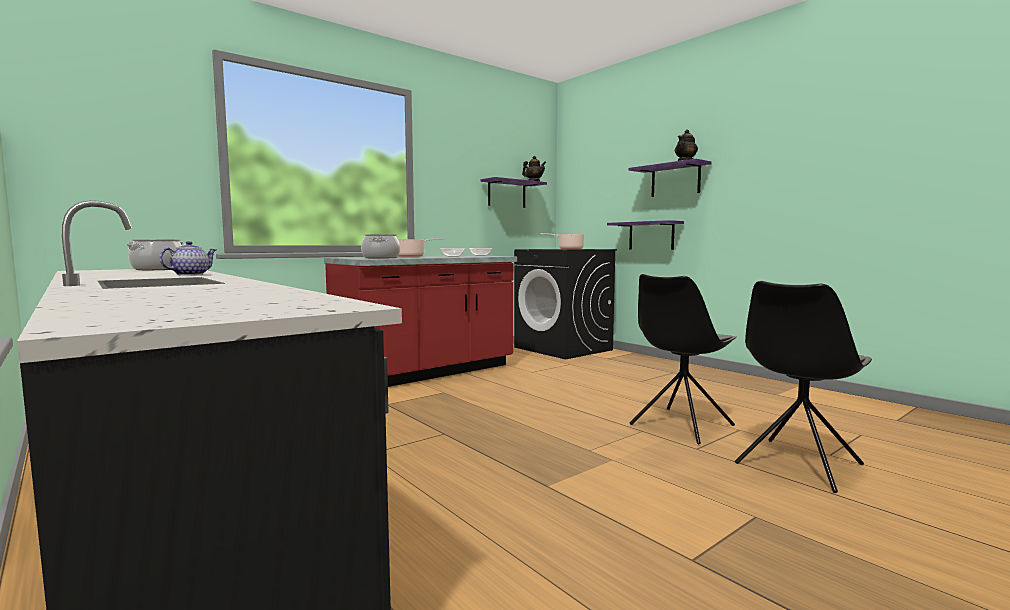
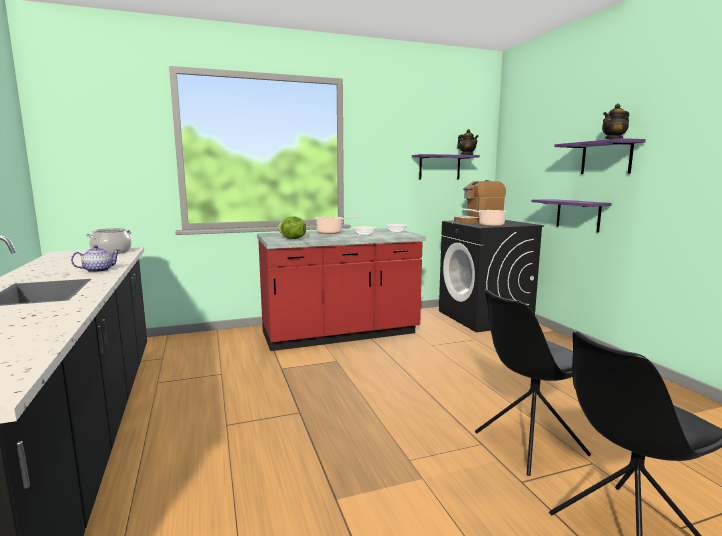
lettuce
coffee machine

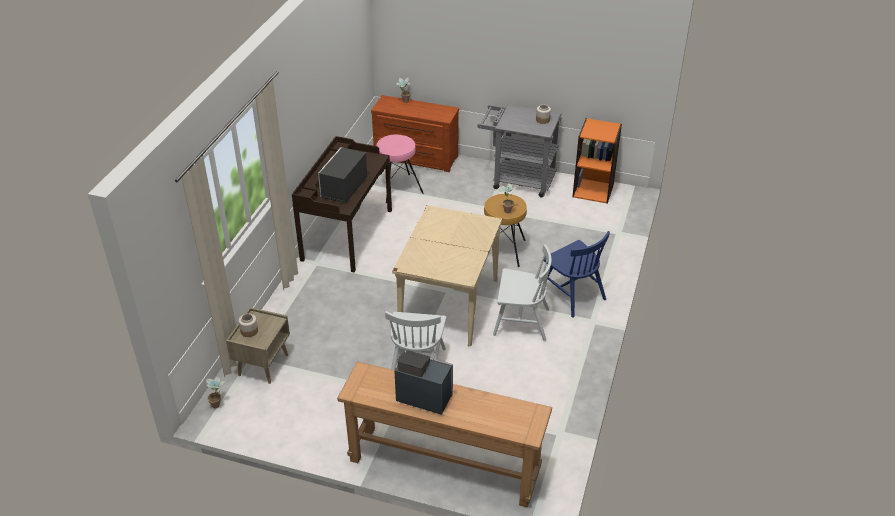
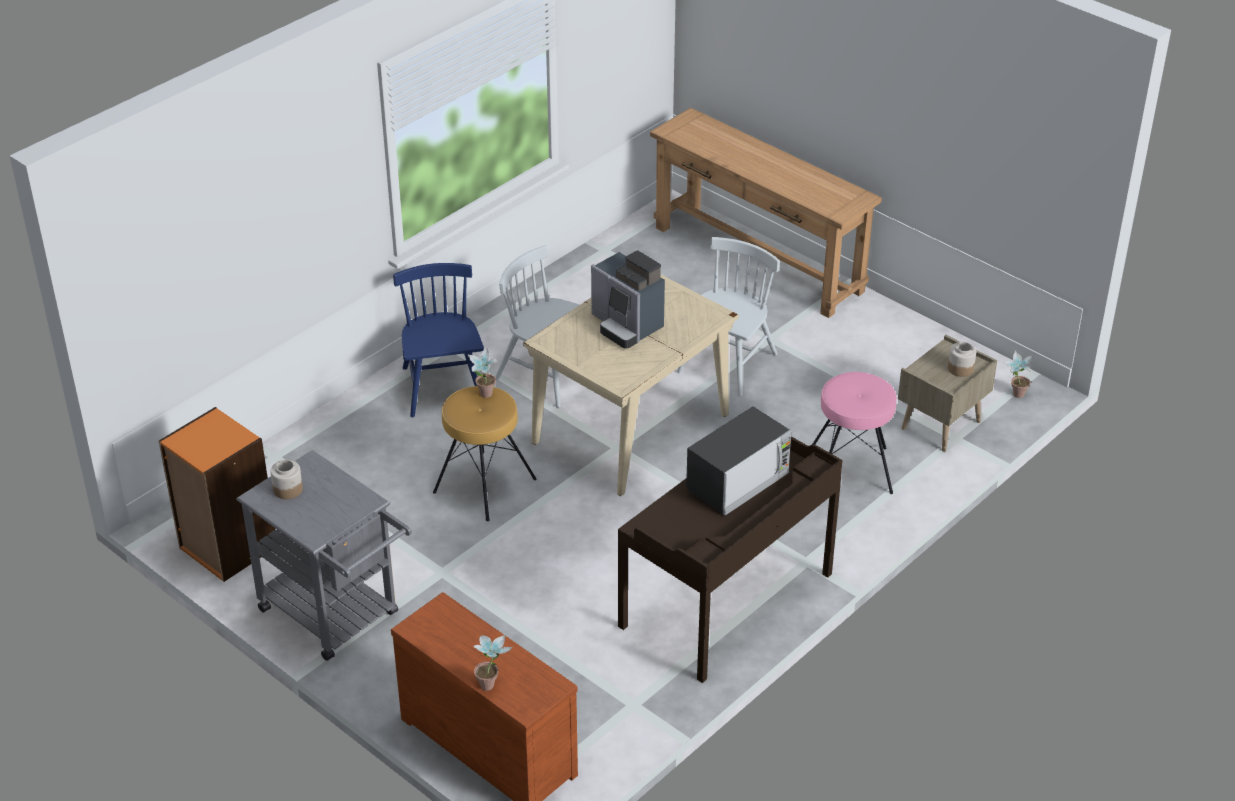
stool (pink)
coffee machine

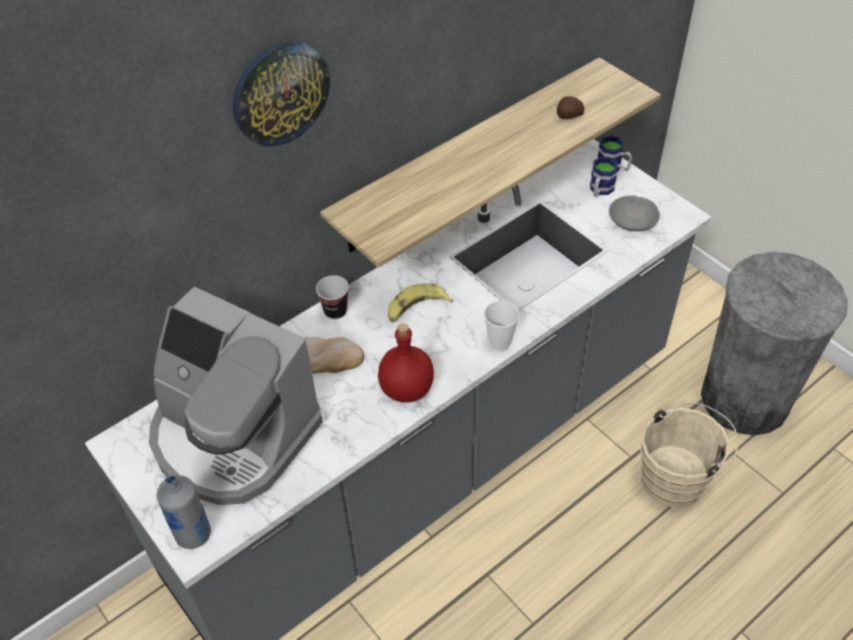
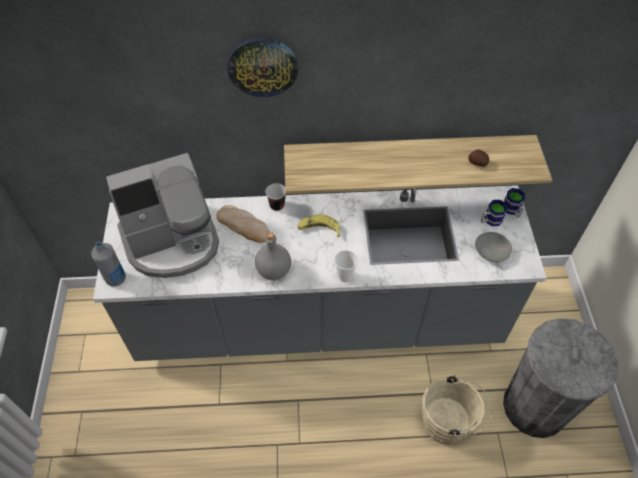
coffee machine
bottle (grey) (2nd from left)

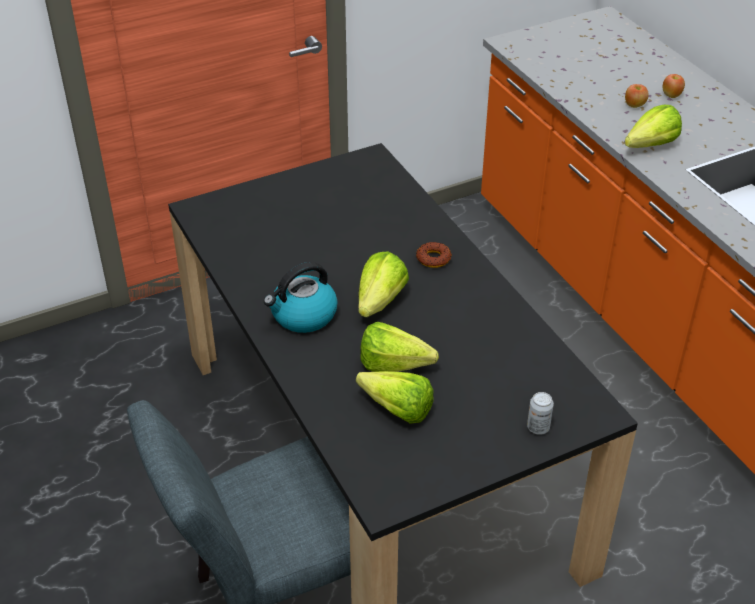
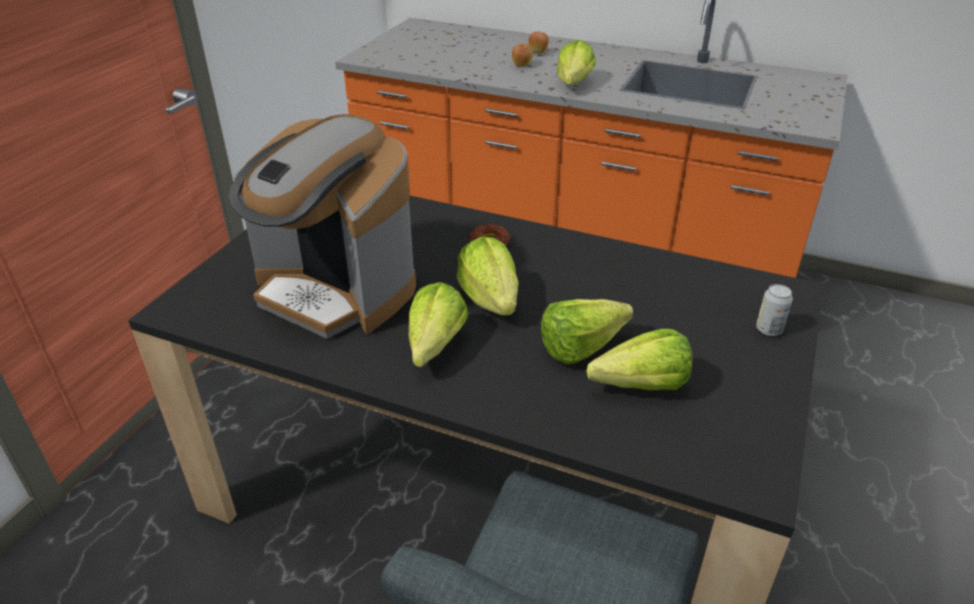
lettuce (1st from left)
coffee machine

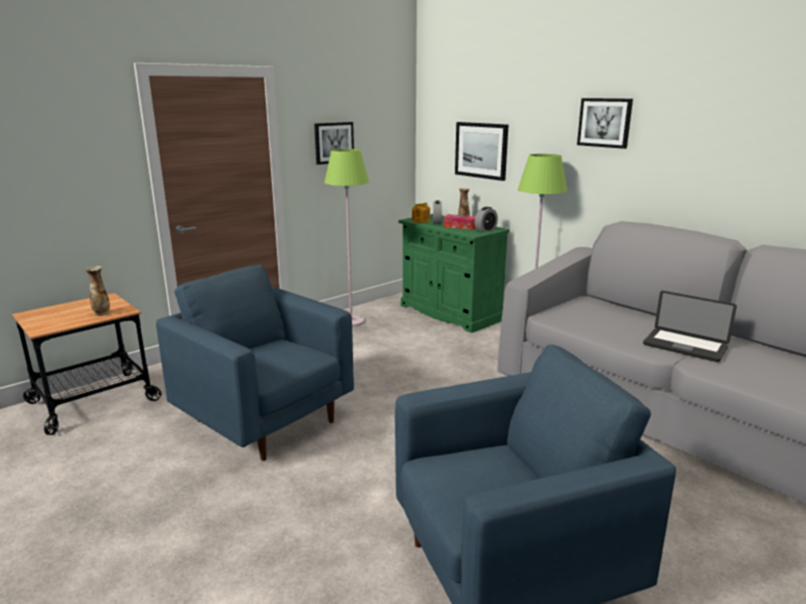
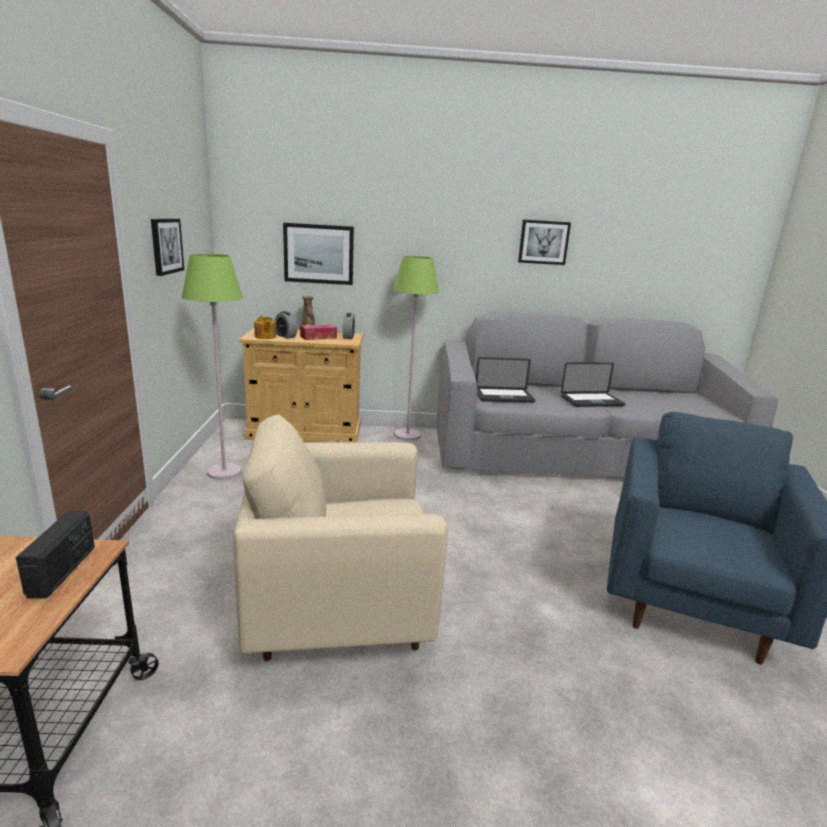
picture (3rd from left)
cabinet (beige)
armchair (beige)
radio
laptop (1st from left)

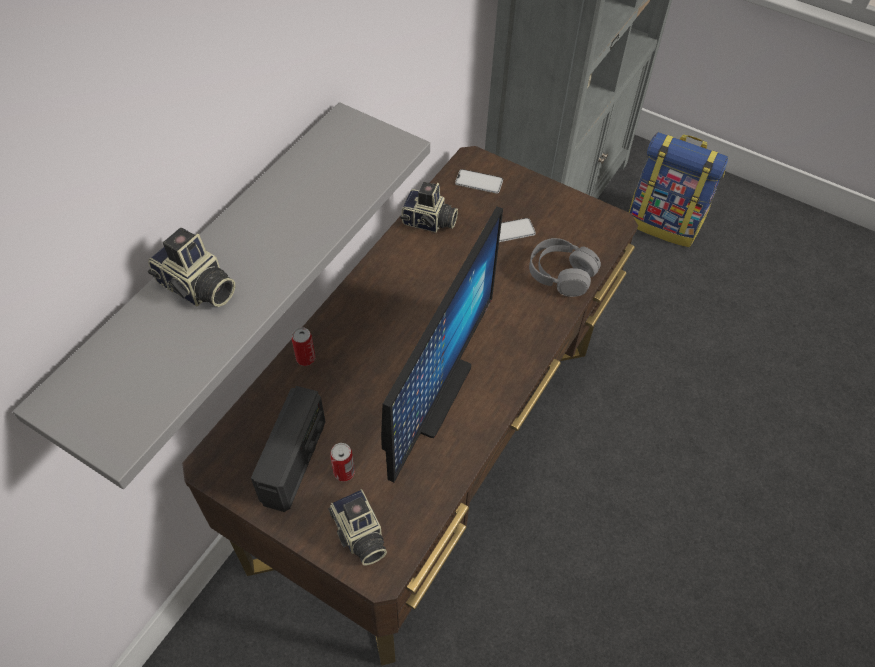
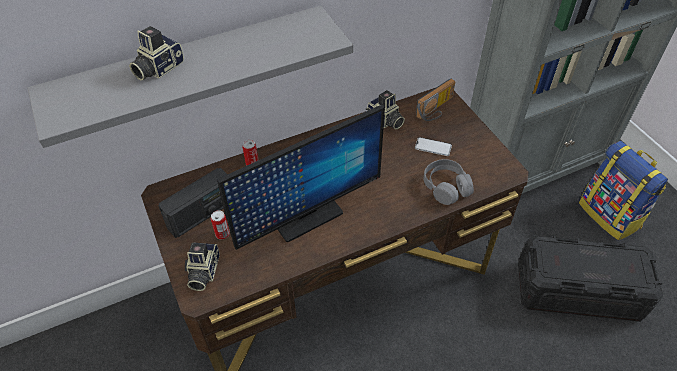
radio (2nd from left)
photo camera (1st from left)
storage box (black)

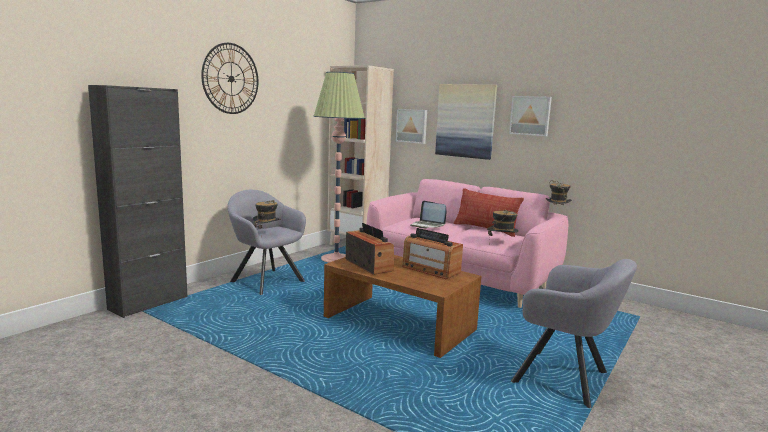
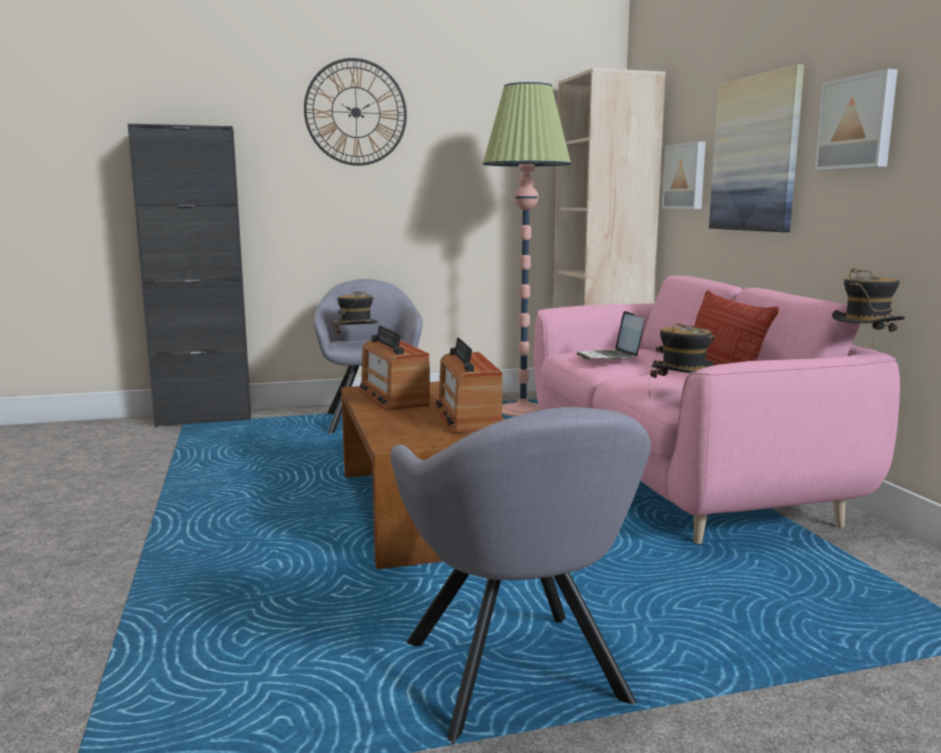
radio (1st from left)

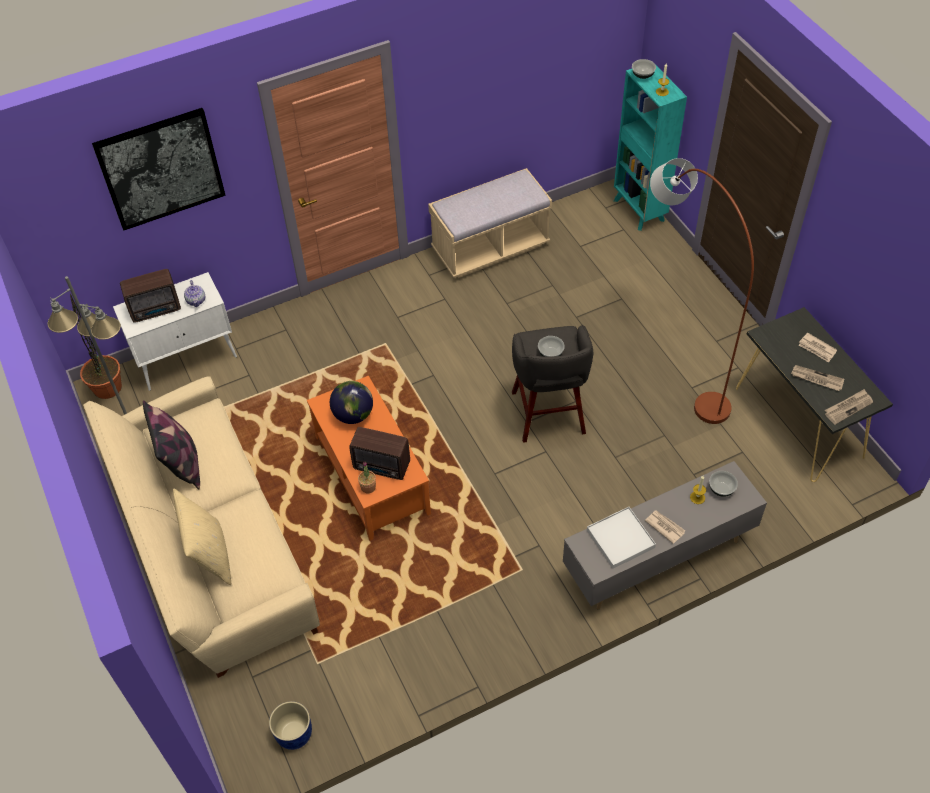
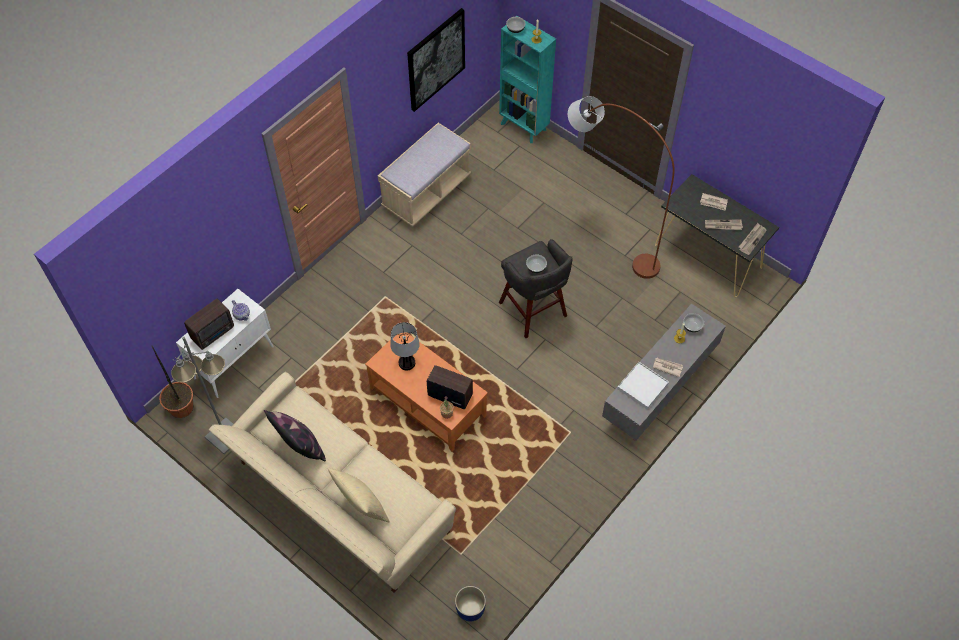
picture
table lamp
radio (2nd from left)

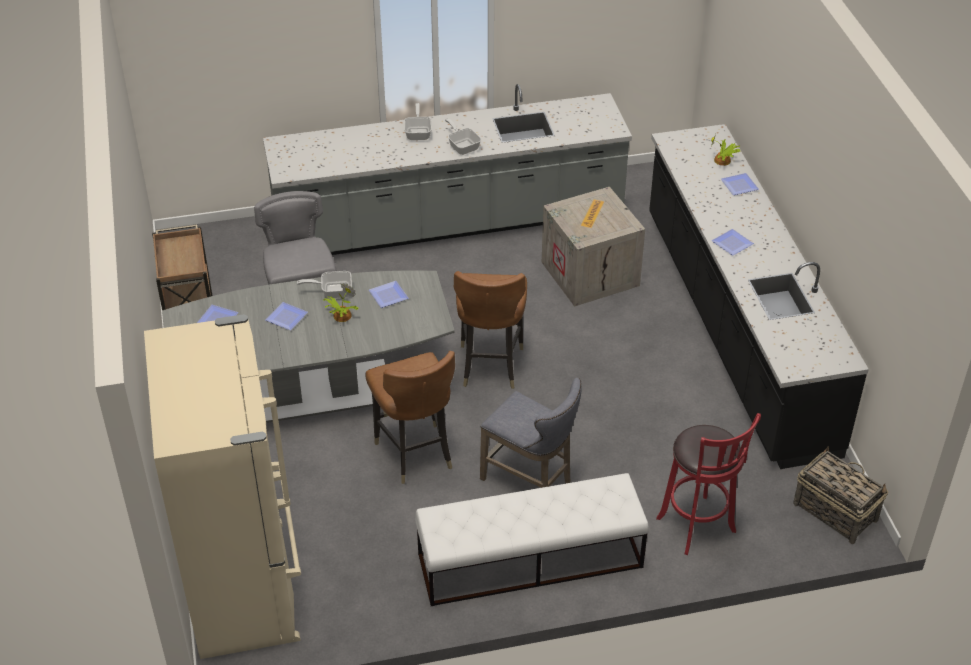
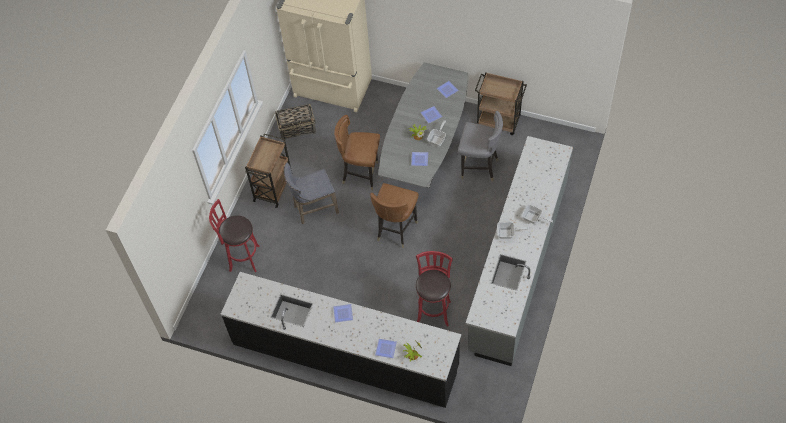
stool (red) (2nd from left)
chair (brown) (2nd from left)
basket
cart (brown) (1st from left)

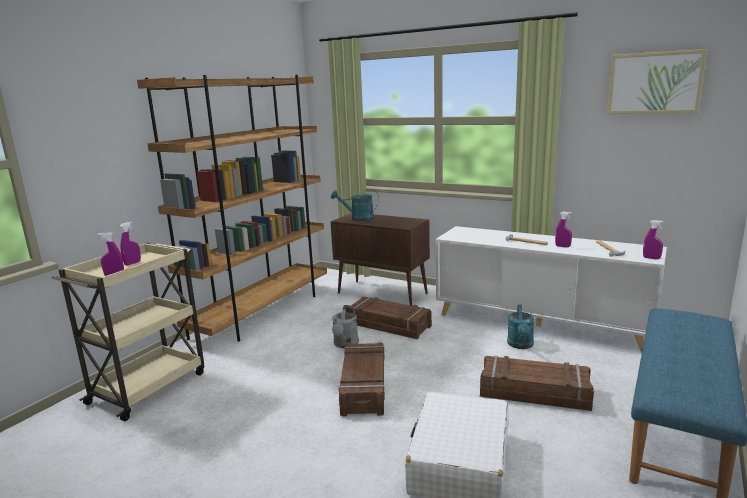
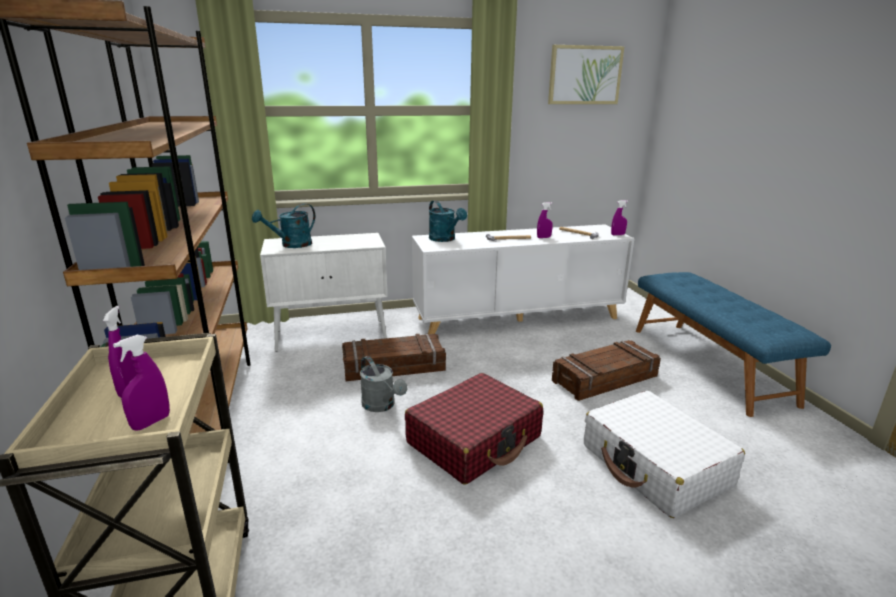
cabinet (white) (1st from left)
watering can (turquoise) (2nd from left)
suitcase (red)

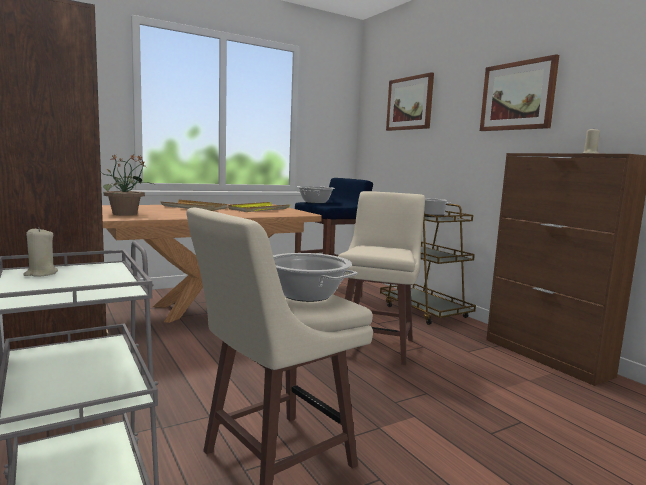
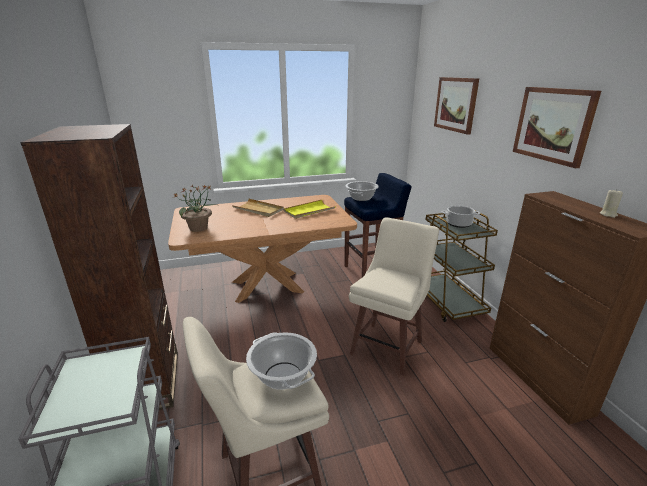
candle (beige) (1st from left in the first image)

